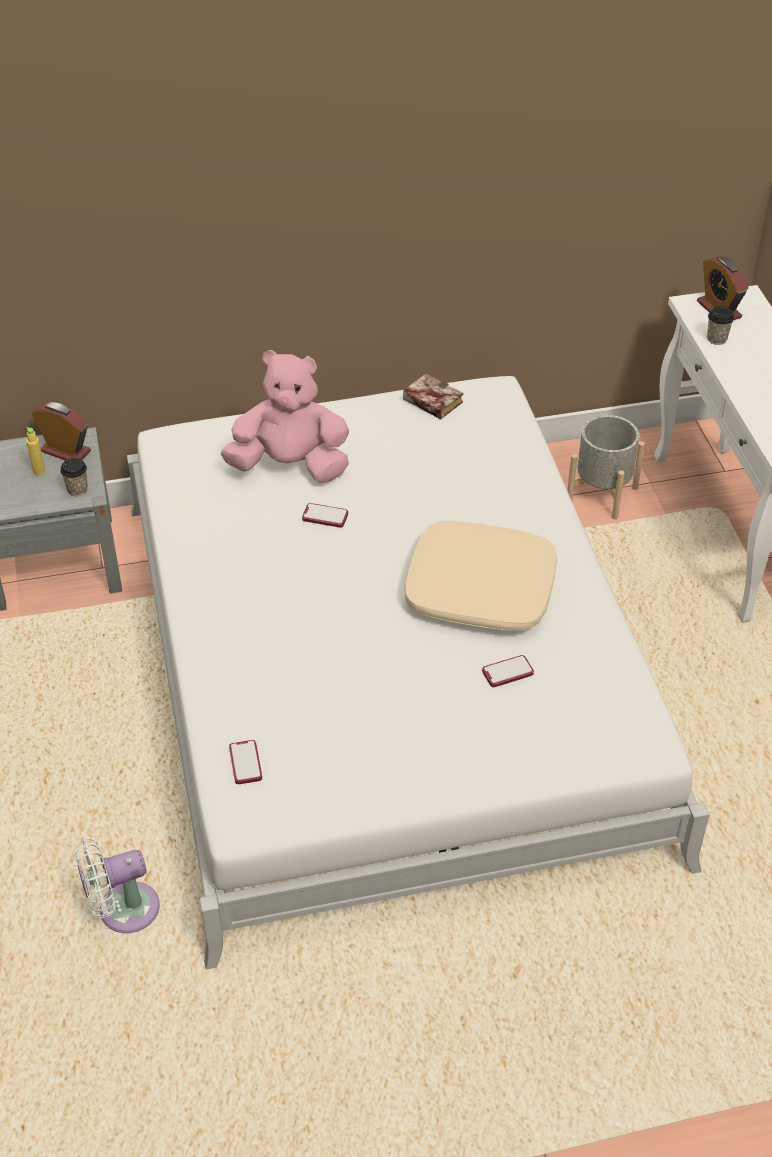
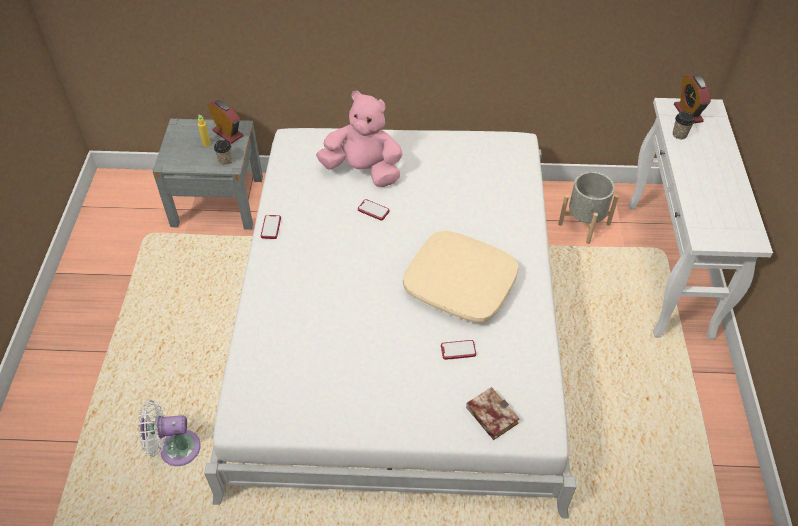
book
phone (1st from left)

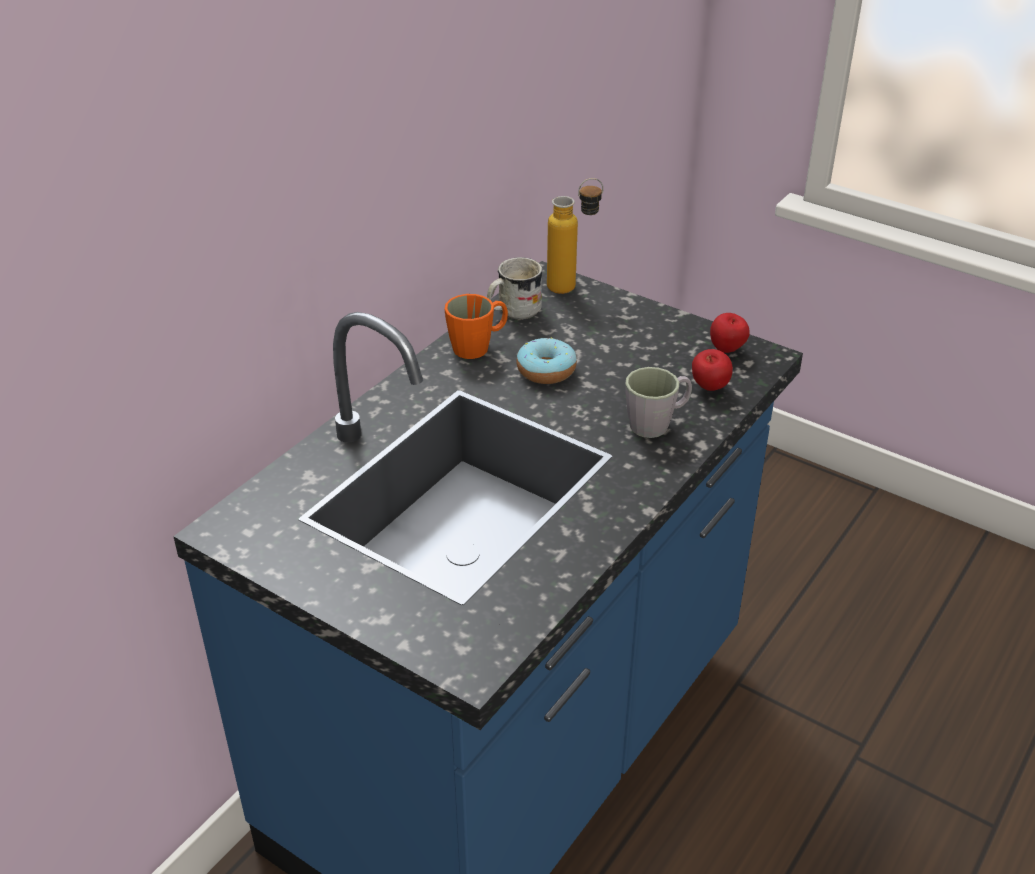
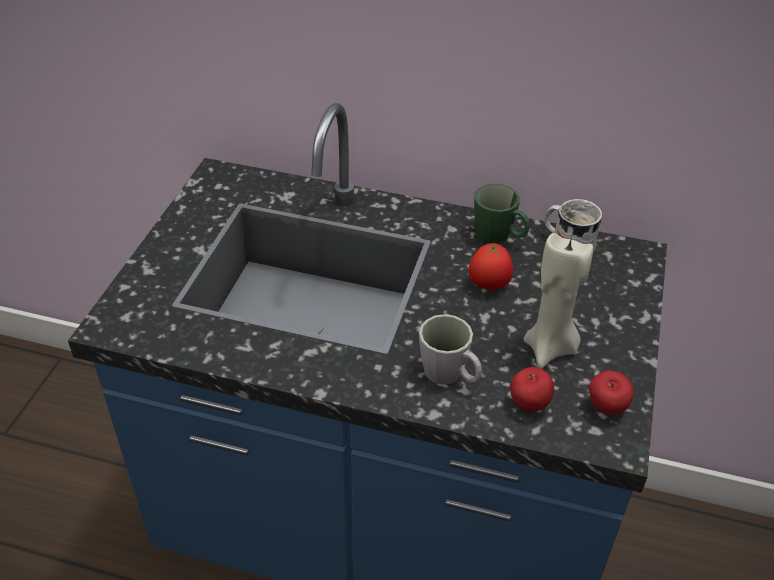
bottle
mug (green)
tomato
candle (beige)

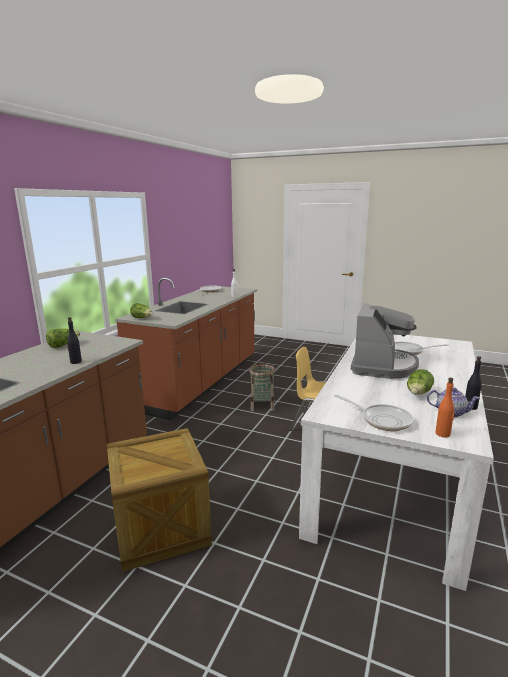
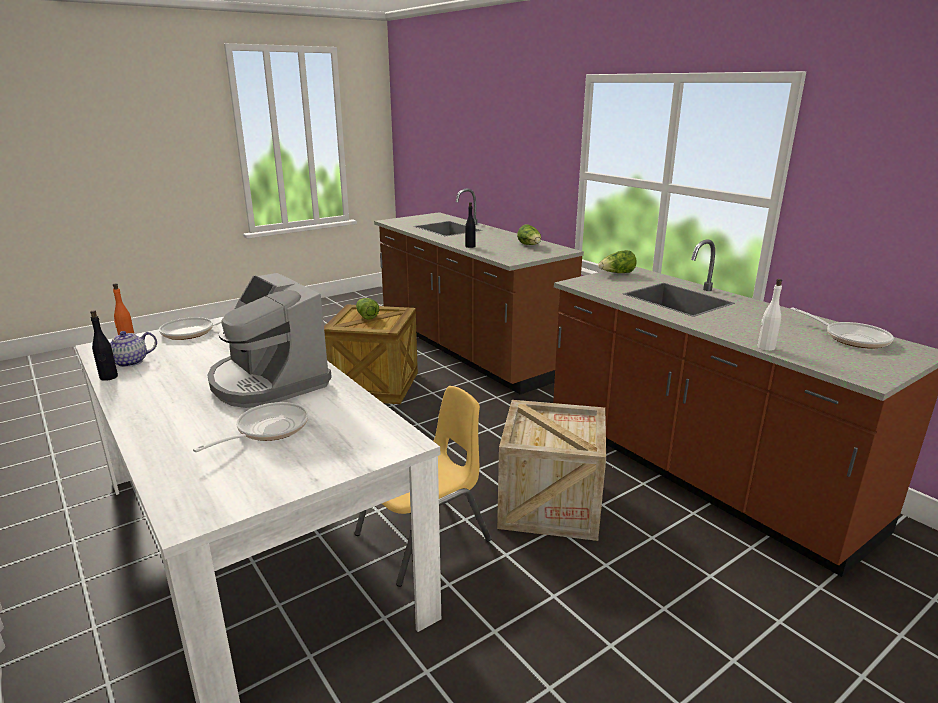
crate (2nd from left)
lettuce (1st from left)

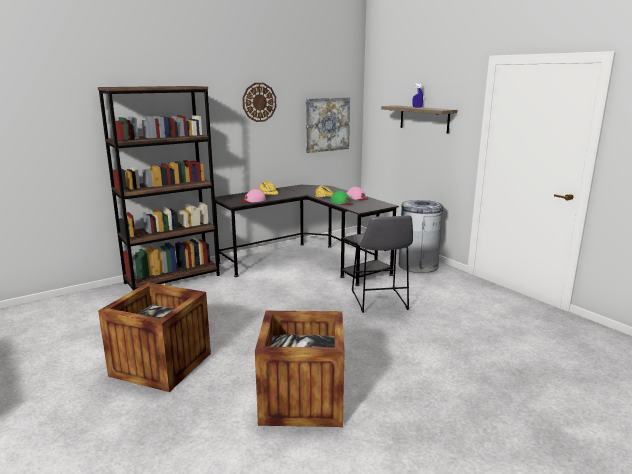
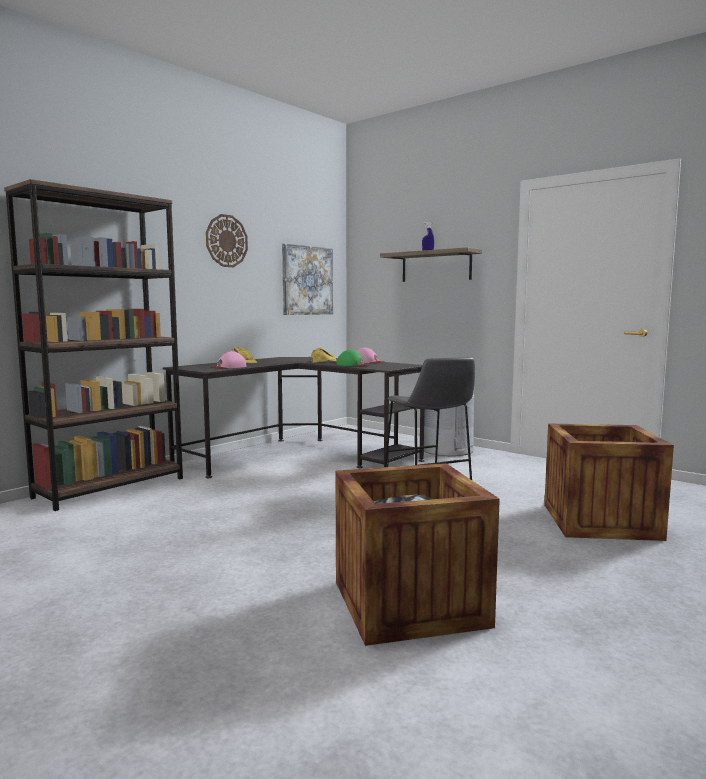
crate (2nd from left)

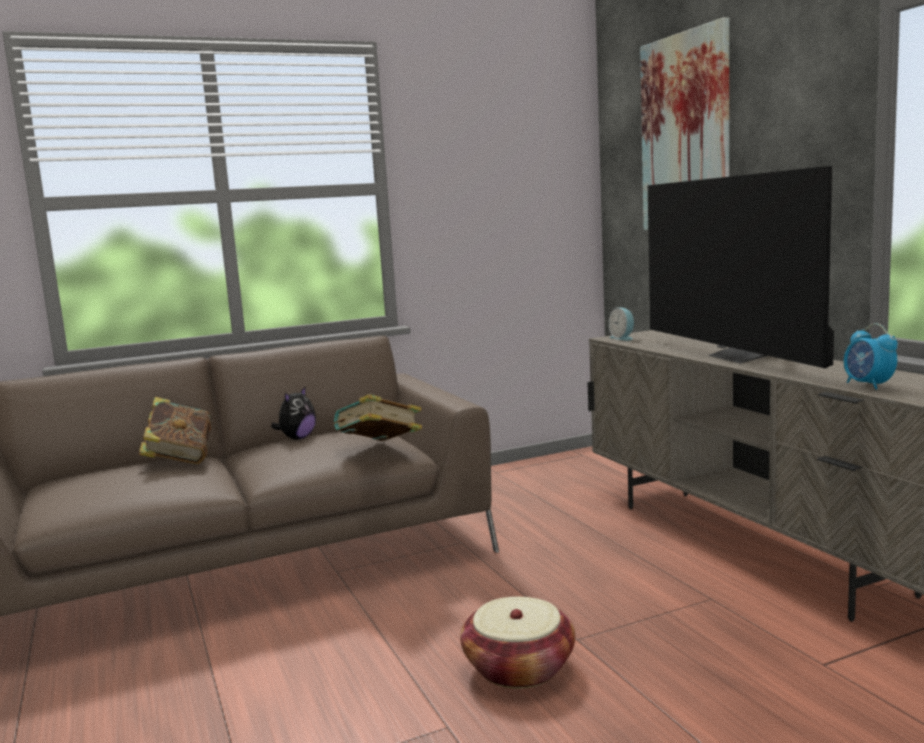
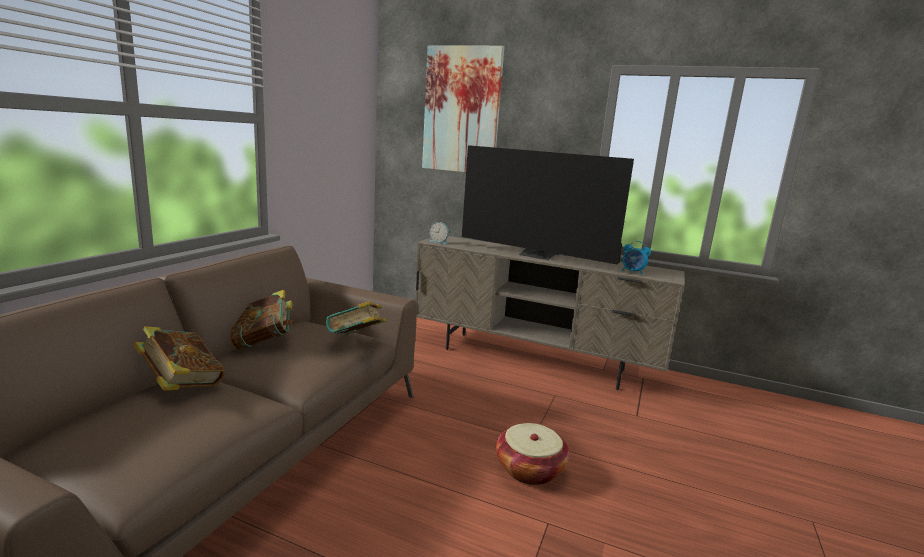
book (2nd from left)

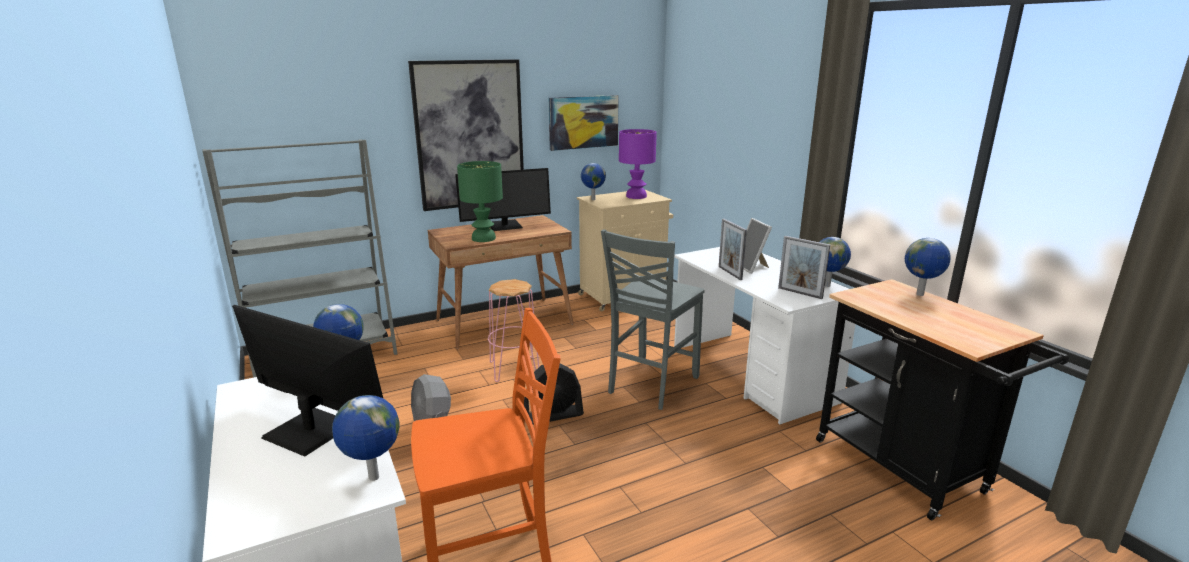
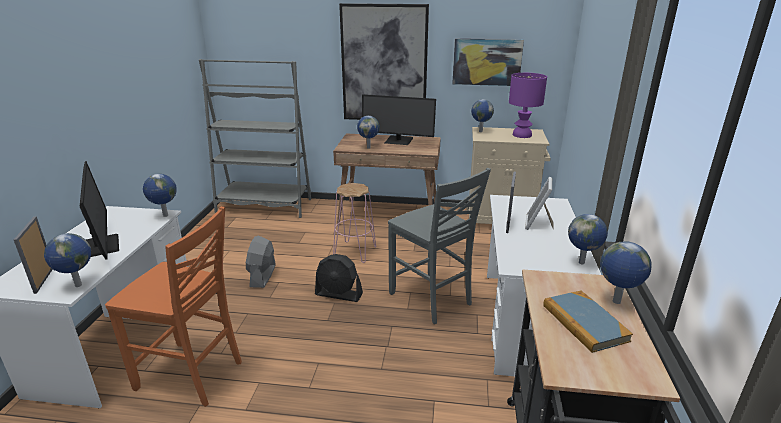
globe (3rd from left)
chair (grey)
picture frame (1st from left)
book

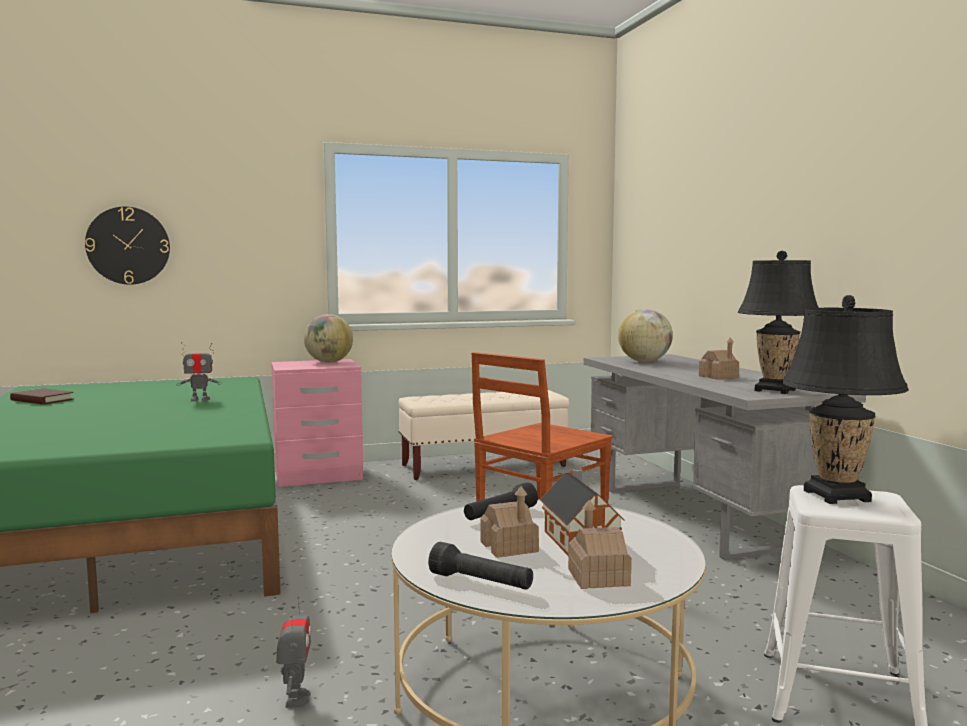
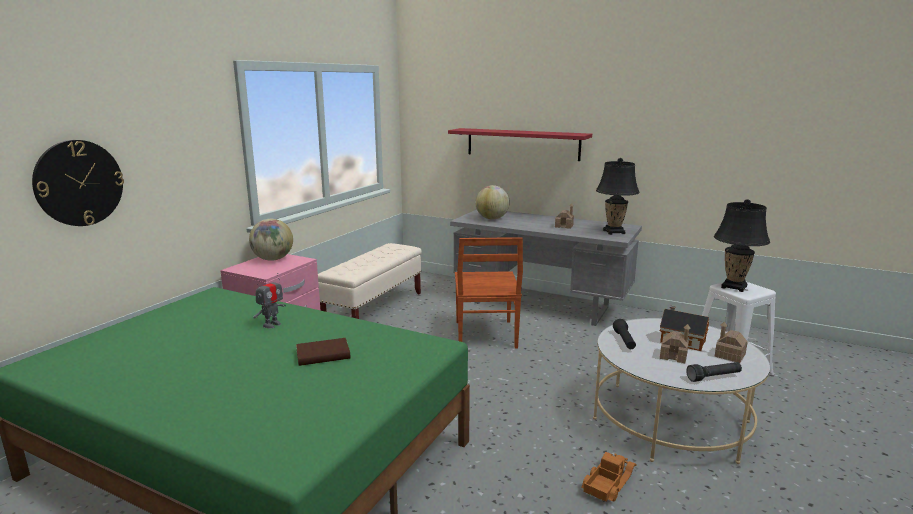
book (brown)
toy truck
shelf (red)

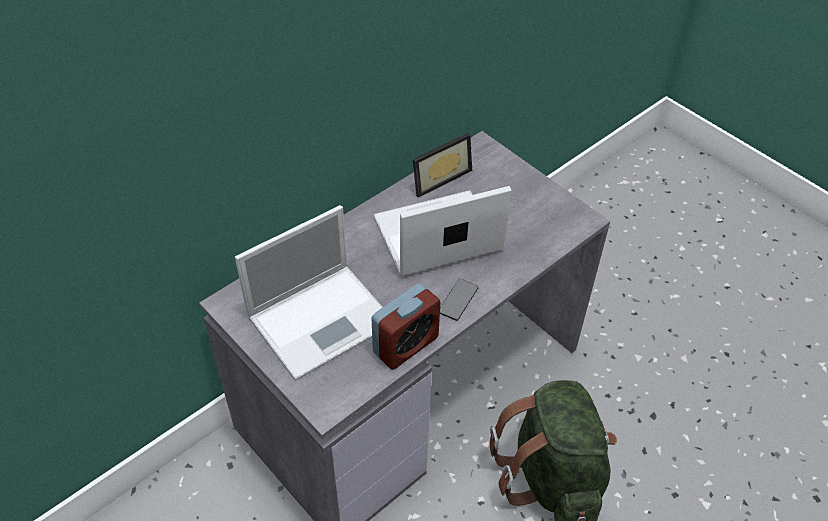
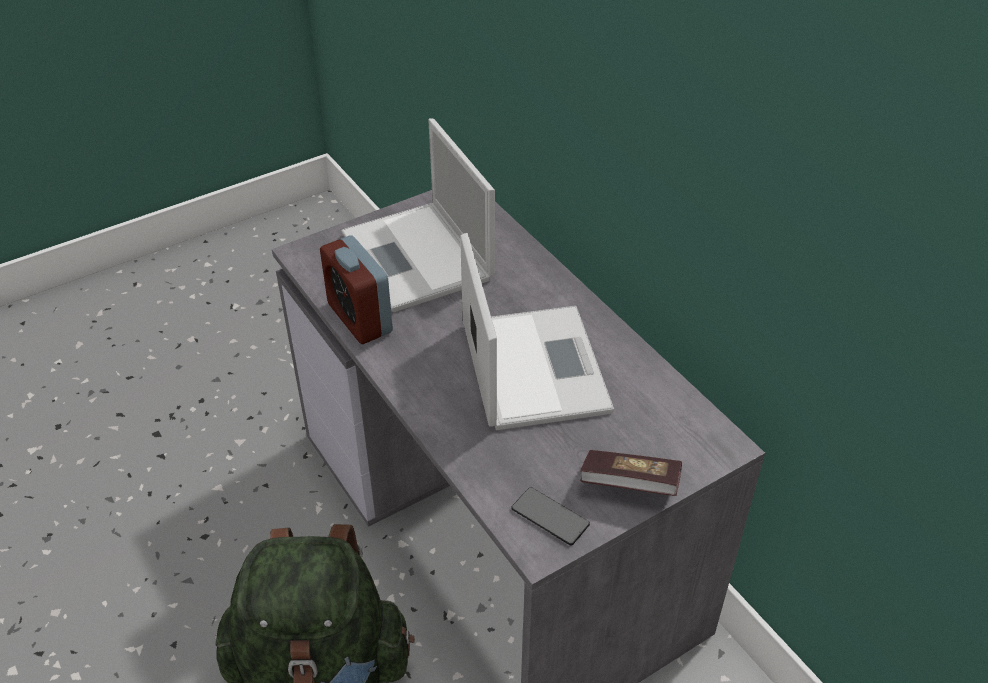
picture frame
phone
book

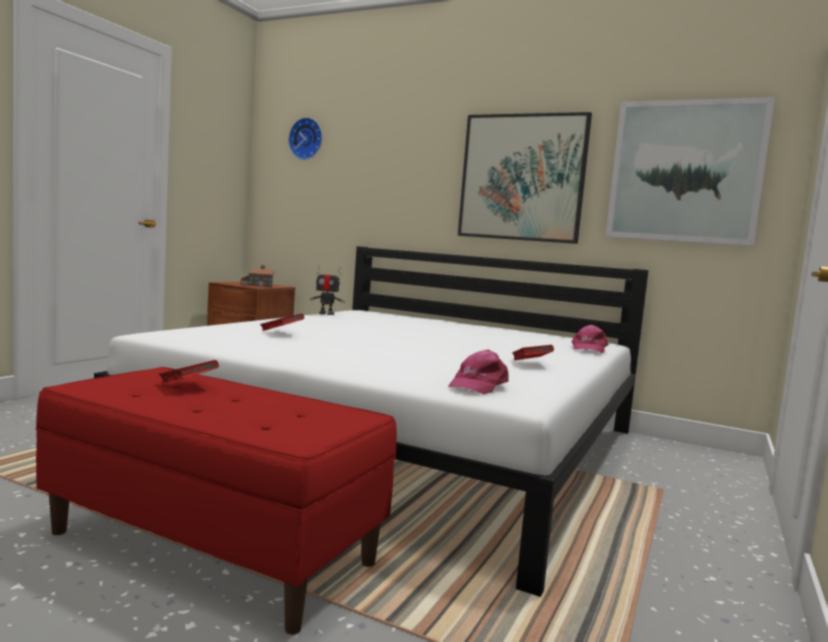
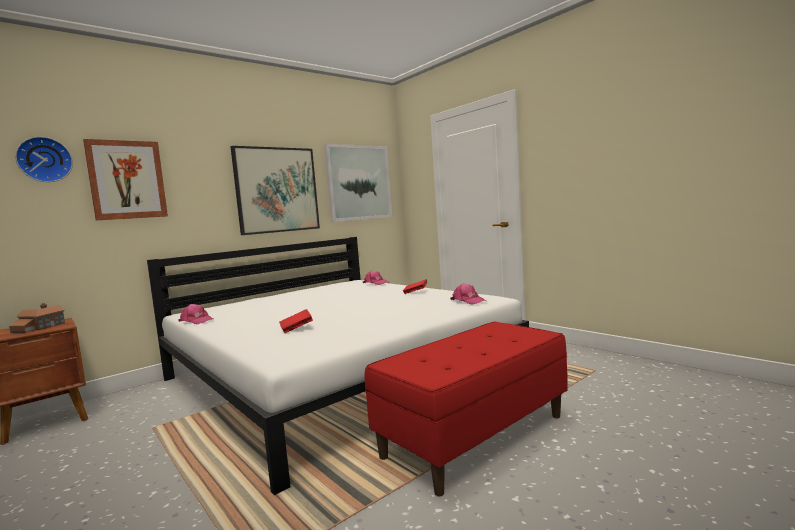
cap (pink) (1st from left)
book (red) (1st from left in the first image)
picture (1st from left)

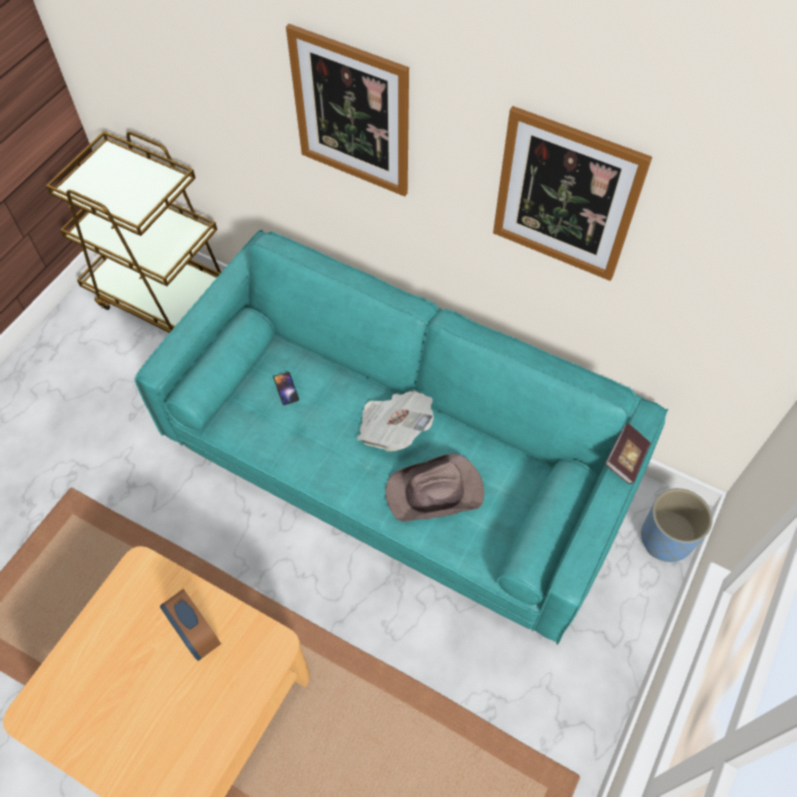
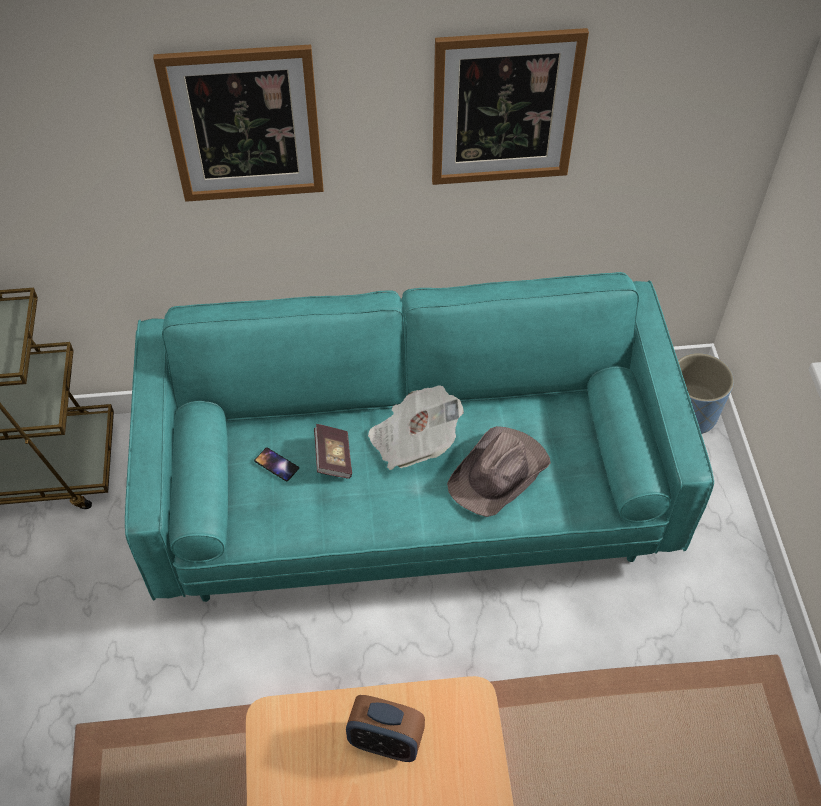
book

